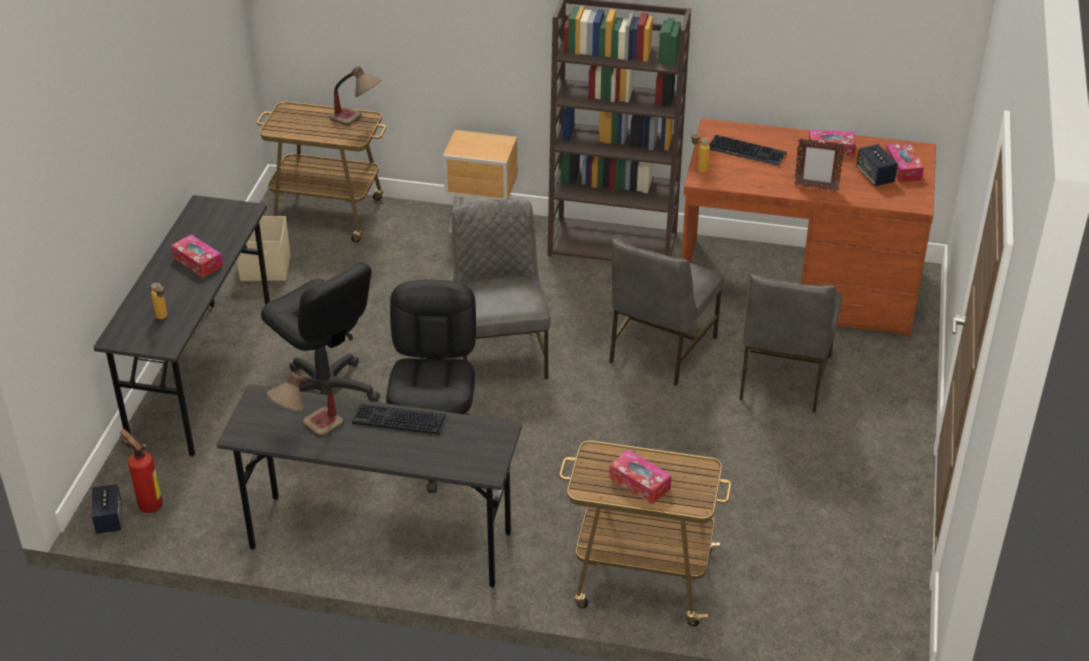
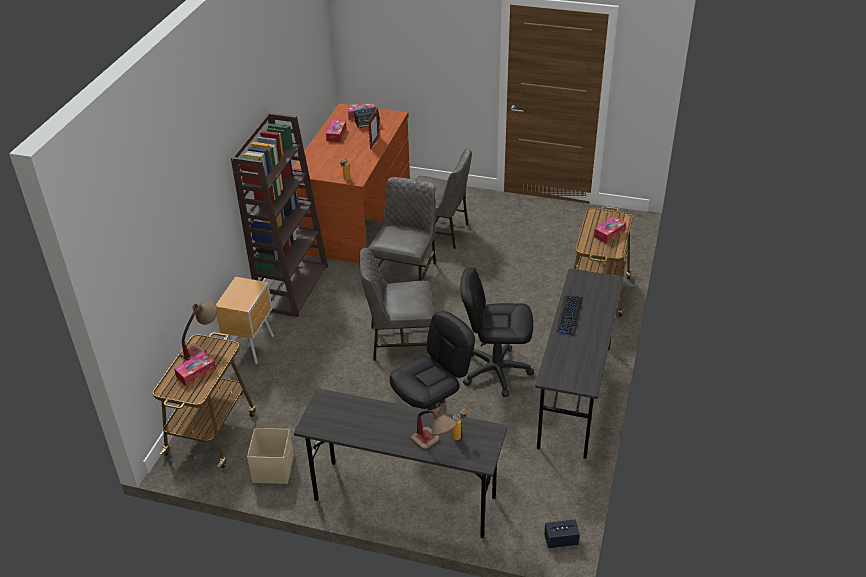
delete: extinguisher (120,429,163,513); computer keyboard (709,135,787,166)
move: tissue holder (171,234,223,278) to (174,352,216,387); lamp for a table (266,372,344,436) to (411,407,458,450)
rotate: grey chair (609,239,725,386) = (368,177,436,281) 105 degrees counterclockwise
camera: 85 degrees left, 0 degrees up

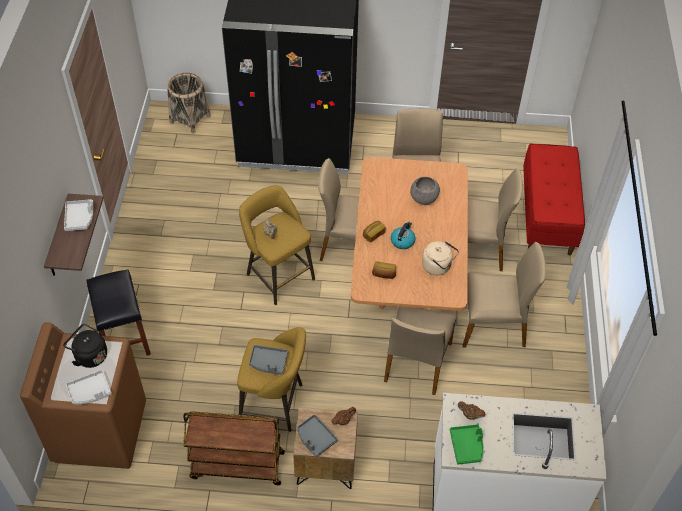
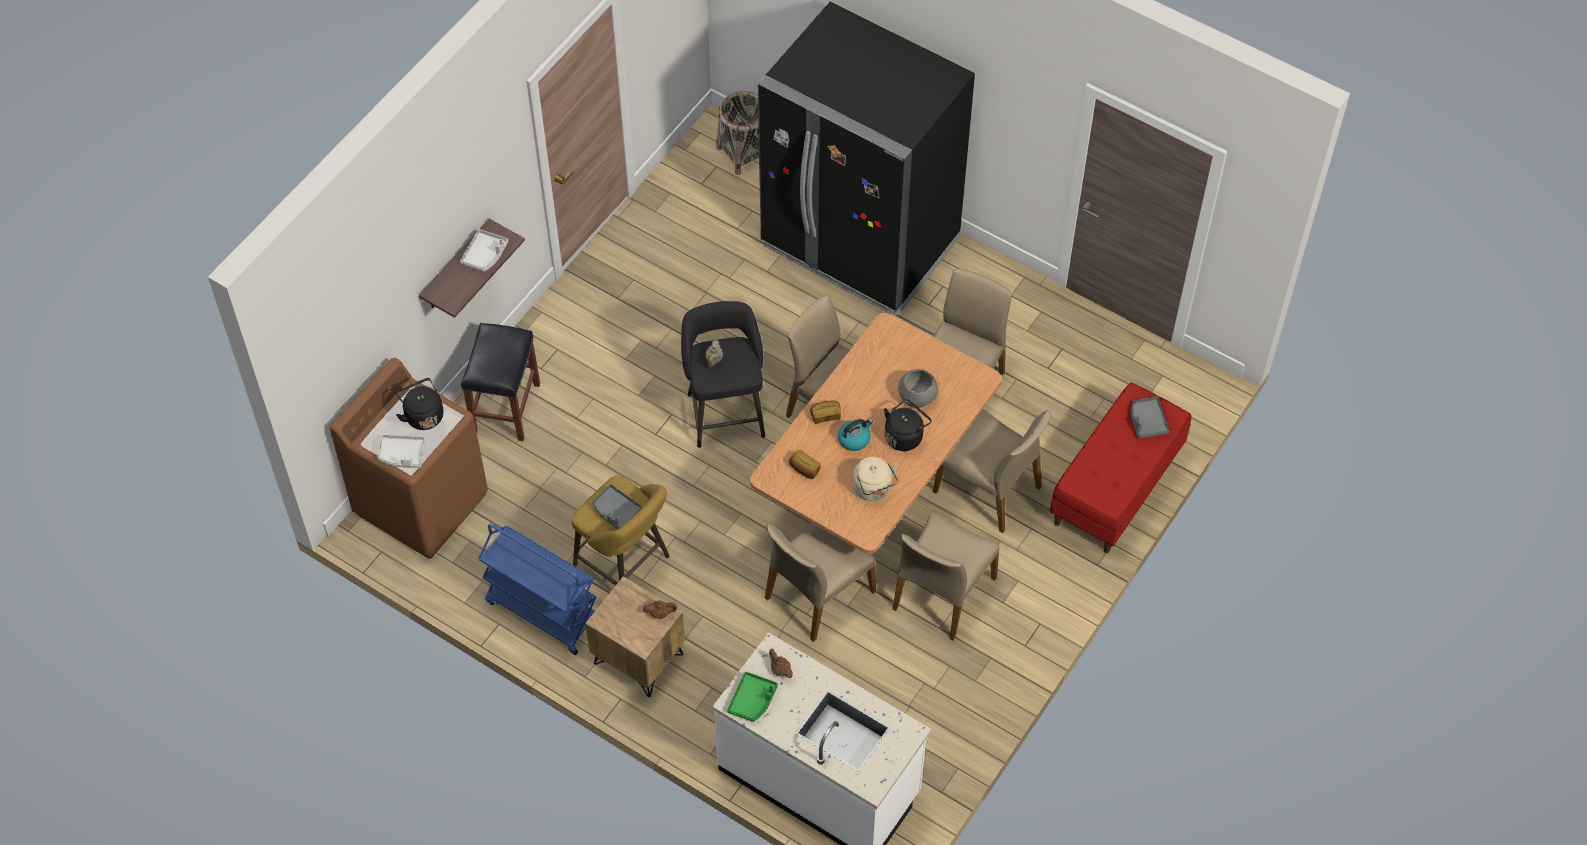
insert: black kettle (884,399,932,451)
move: grey carrying tray (297,414,338,457) to (1131,396,1170,439)
recolor: brown-coloured wheeled cart (183,411,285,485) to blue wheeled cart (478,523,597,655); yellow-coloured stool seat (239,185,315,305) to black stool seat (681,301,765,448)
rotate: beige chair (463,242,546,348) = (892,512,999,640) 90 degrees clockwise
camera: 30 degrees right, 5 degrees up

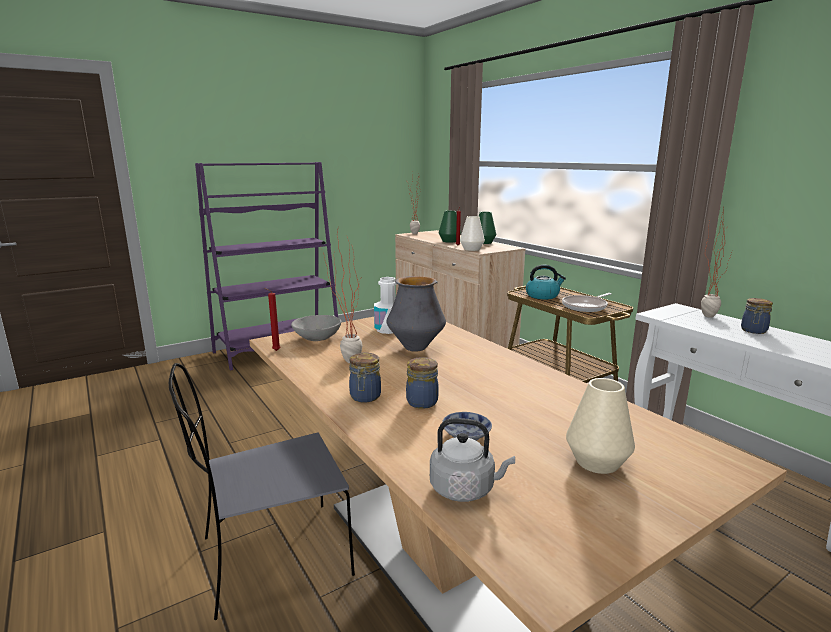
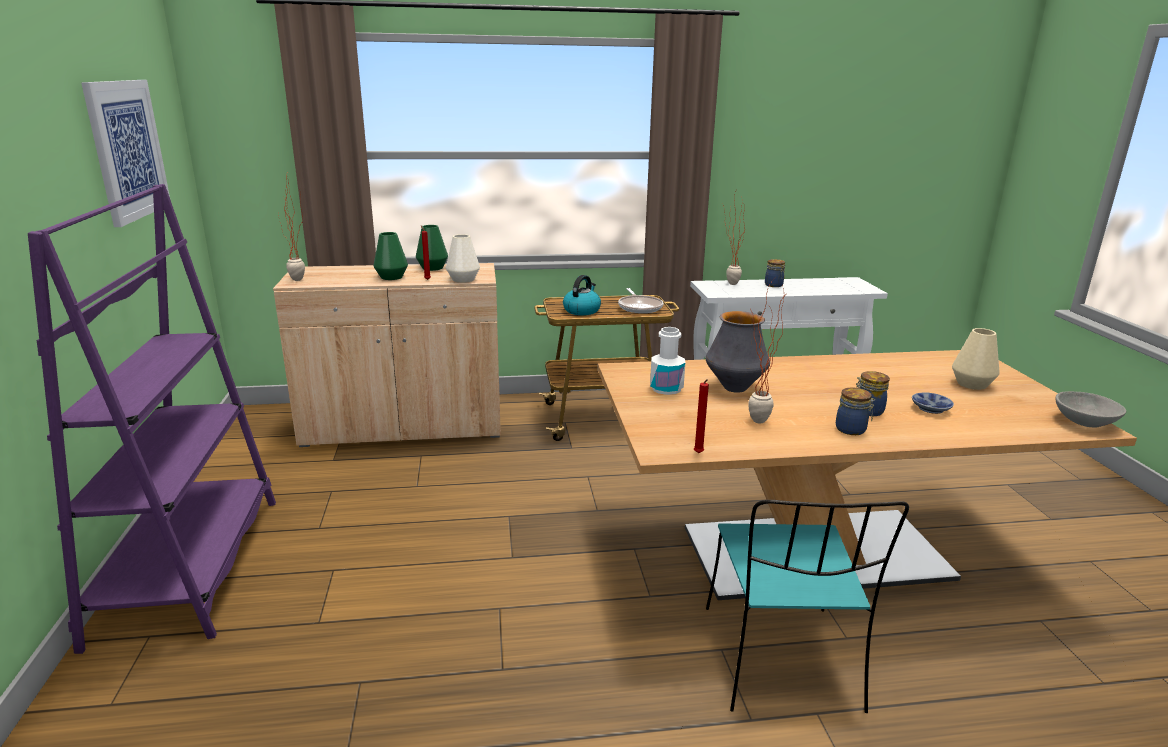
delete: grey kettle (430,418,515,502)
insert: picture (81,80,170,227)
move: grey serving bowl (291,315,342,341) to (1056,391,1126,427)
recolor: grey chair (169,363,355,620) to turquoise-coloured chair (706,500,909,713)
camera: 65 degrees left, 5 degrees up

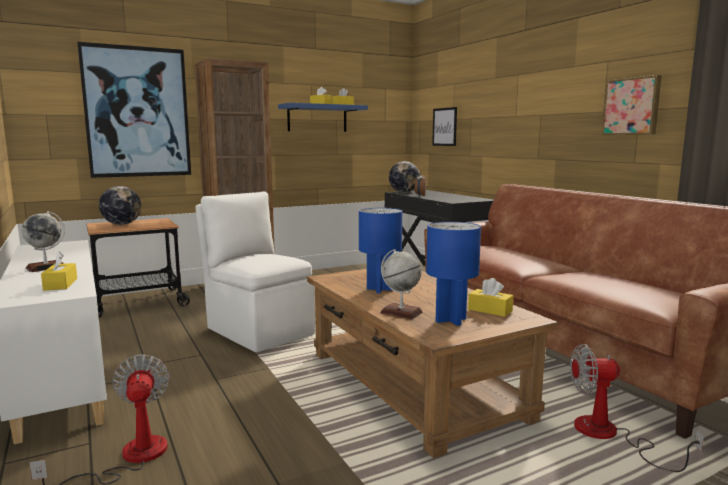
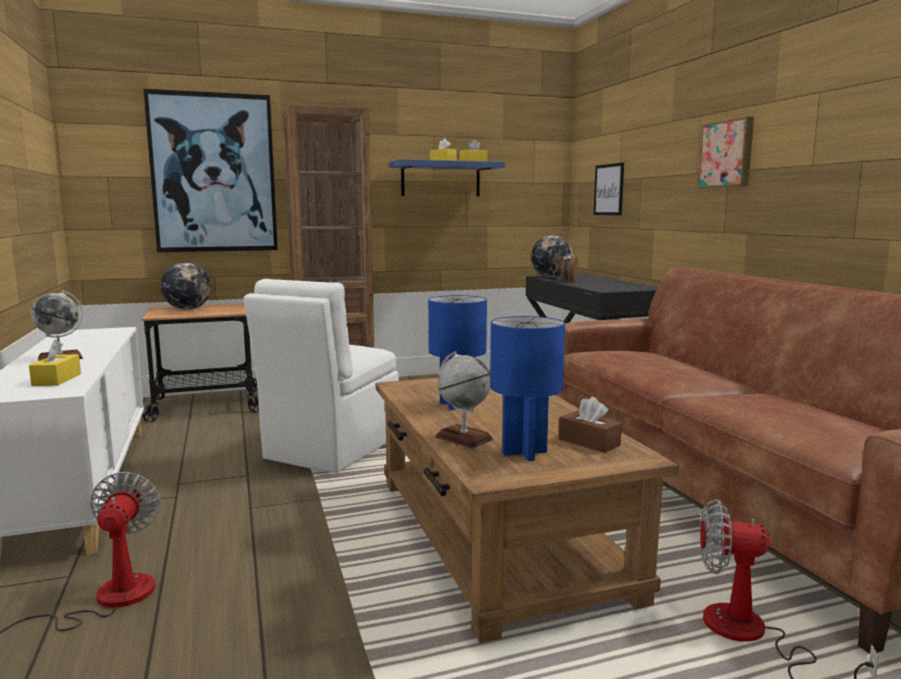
move: picture (602,75,662,135) to (697,116,754,188)
recolor: yellow-coloured tissue holder (468,278,513,317) to brown-coloured tissue holder (559,397,622,453)
rotate: white chair (195,191,315,352) = (243,279,399,473) 120 degrees counterclockwise
camera: 10 degrees right, 0 degrees up

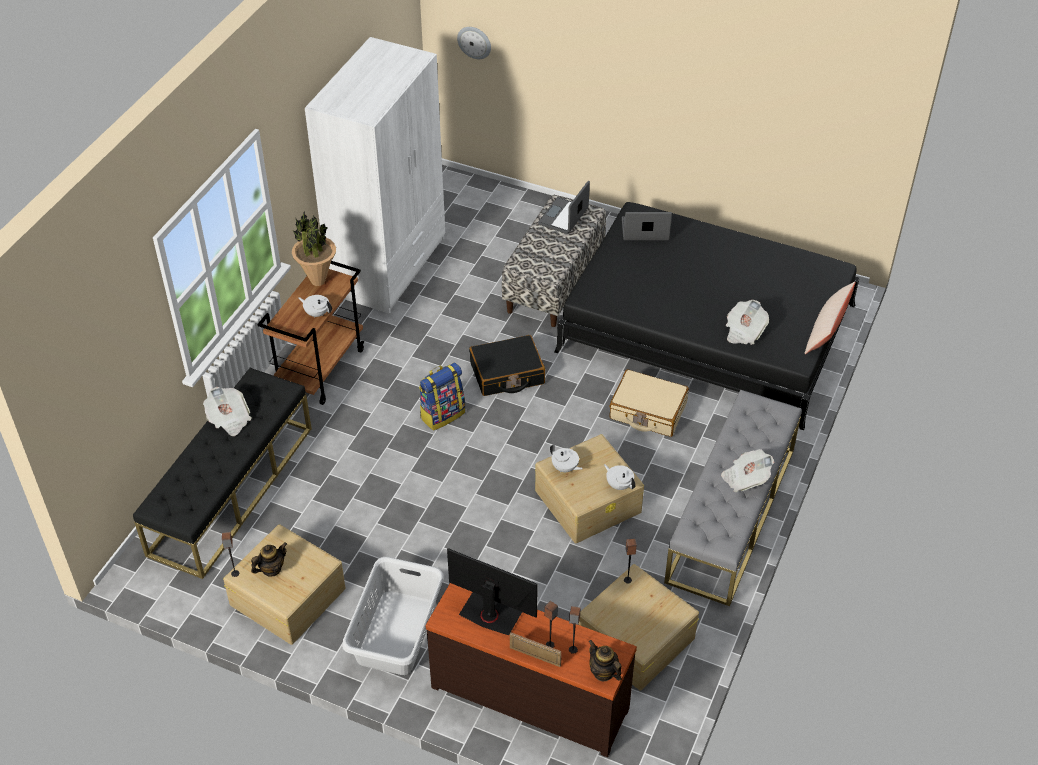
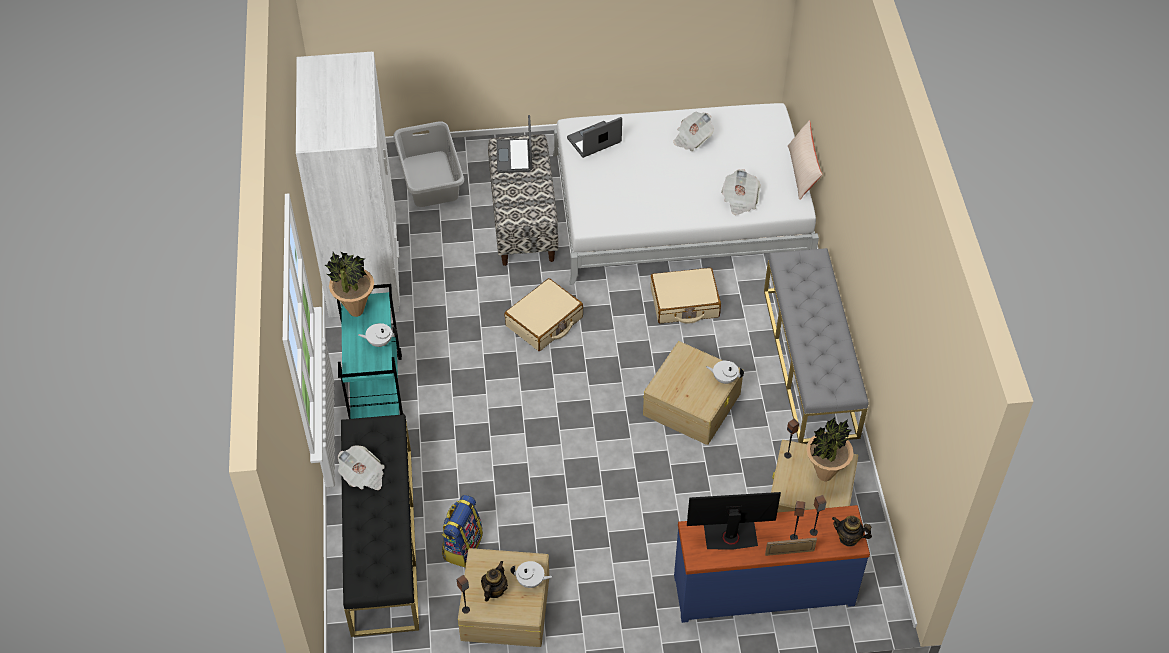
delete: wall clock (457,27,491,59)
insert: houseplant (806,417,854,481)
move: grey laundry basket (342,557,444,675) to (393,121,464,207); backpack (419,363,465,431) to (441,495,483,567); white teapot (550,445,583,472) to (510,561,552,588); printed paper (721,449,774,492) to (673,112,714,151)
recolor: brown-coloured wheeled cart (257,261,364,405) to turquoise-coloured wheeled cart (337,284,403,419); brown-coloured chest of drawers (425,583,637,757) to blue chest of drawers (674,505,870,623); black travel case (469,335,545,396) to beige travel case (505,278,583,351); black bedroom bed (554,202,859,430) to white bedroom bed (553,103,819,285)
camera: 30 degrees left, 5 degrees up

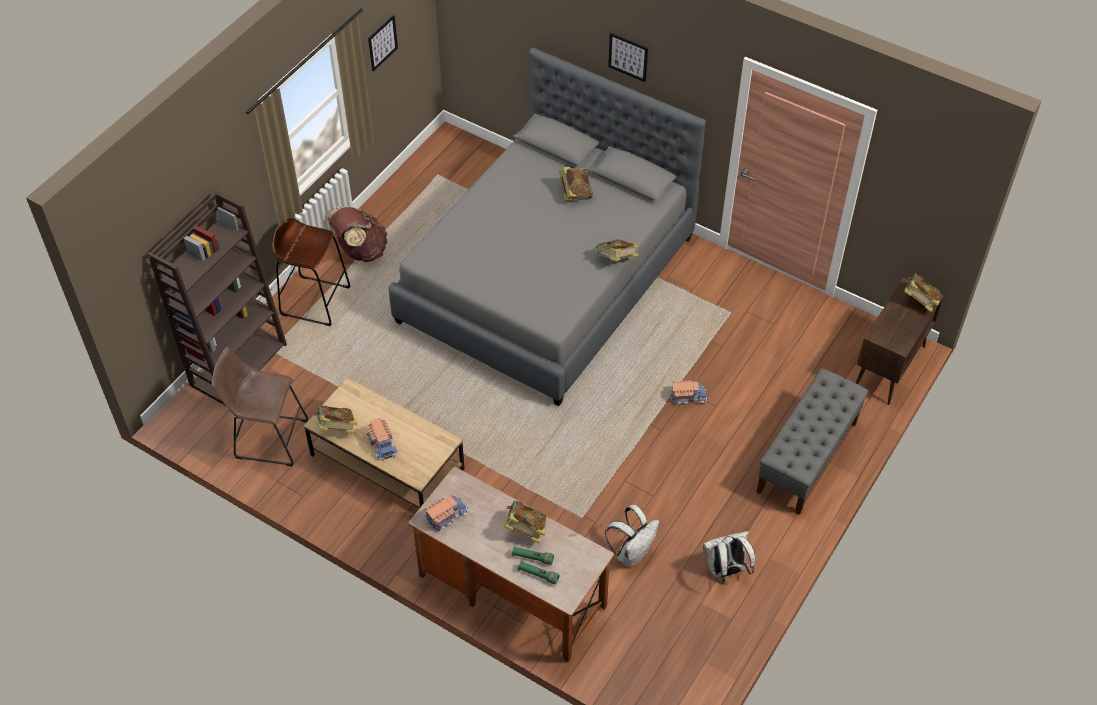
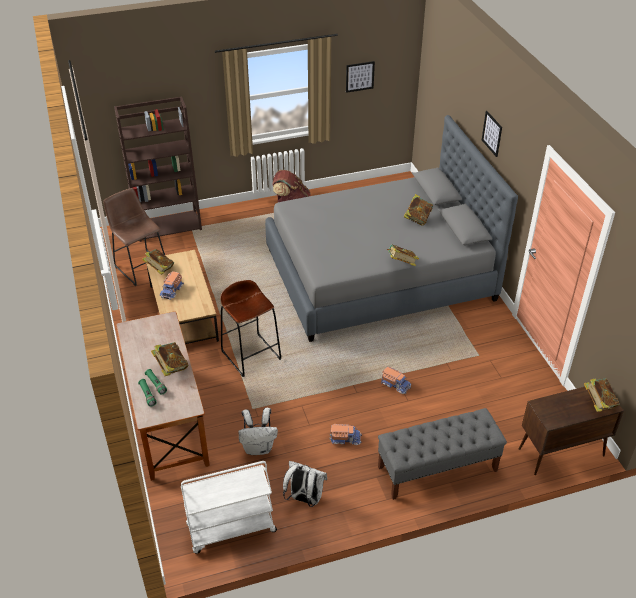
insert: white wheeled cart (181,461,277,554)
move: brown-coloured stool seat (272,218,351,326) to (220,280,281,377); model truck (425,495,469,531) to (329,424,362,445)
camera: 40 degrees right, 10 degrees down

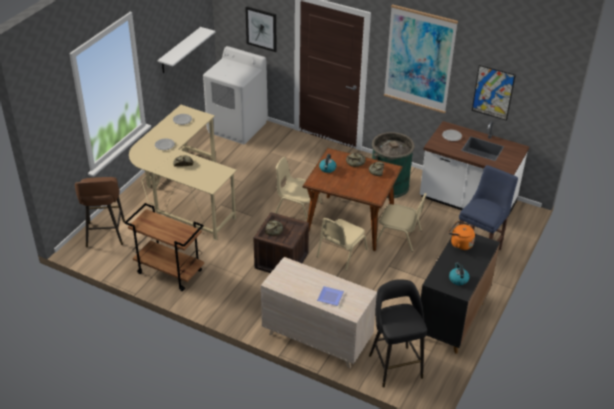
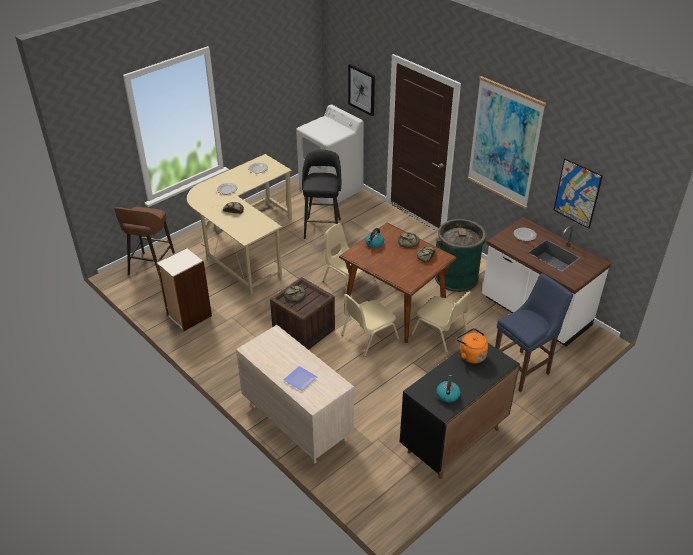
delete: white shelf (157,27,215,73)
move: black stool seat (369,279,427,387) to (302,150,341,239)
replace: brown-coloured wheeled cart (124,203,204,291) to bookcase (156,248,212,332)
camera: 20 degrees right, 0 degrees up

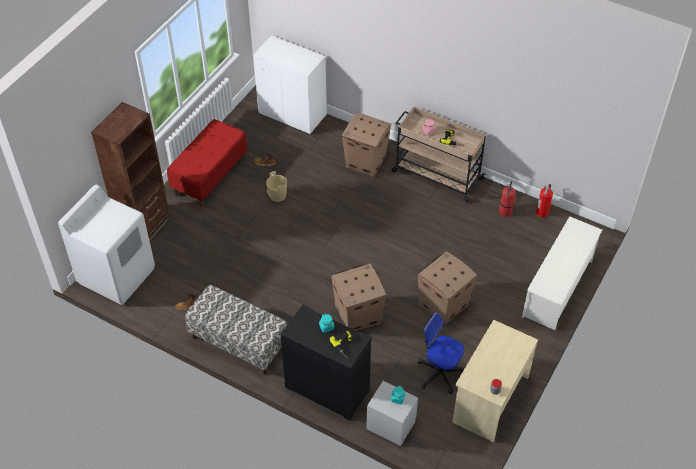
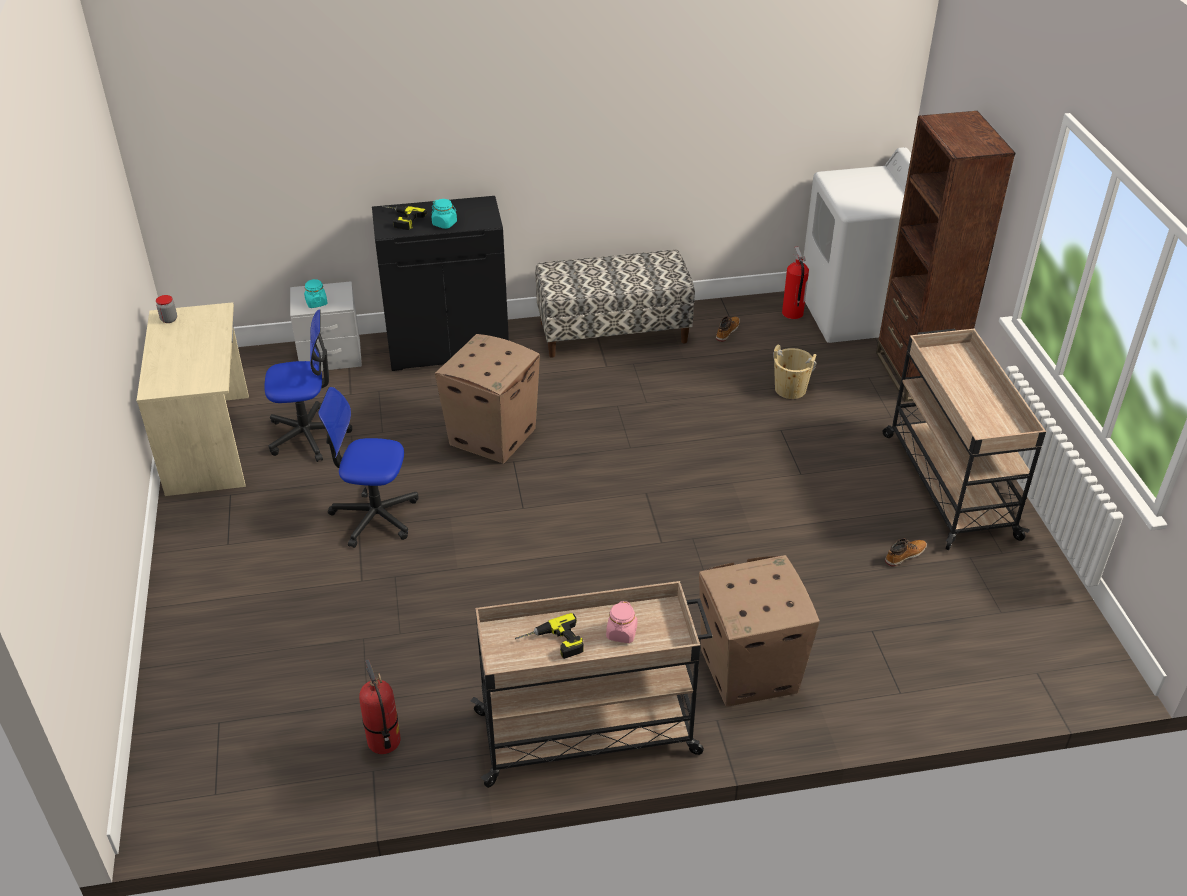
delete: white storage cabinet (253,35,327,134); white shoe rack (522,216,602,330)
move: beige water bucket (266,171,287,202) to (773,344,816,399); extinguisher (536,184,553,217) to (782,247,809,319)
replace: red indoor bench (167,119,247,208) to beige wheeled cart (883,329,1046,550); packing box (418,251,477,324) to desk chair (318,387,419,548)
camera: 140 degrees right, 10 degrees down

